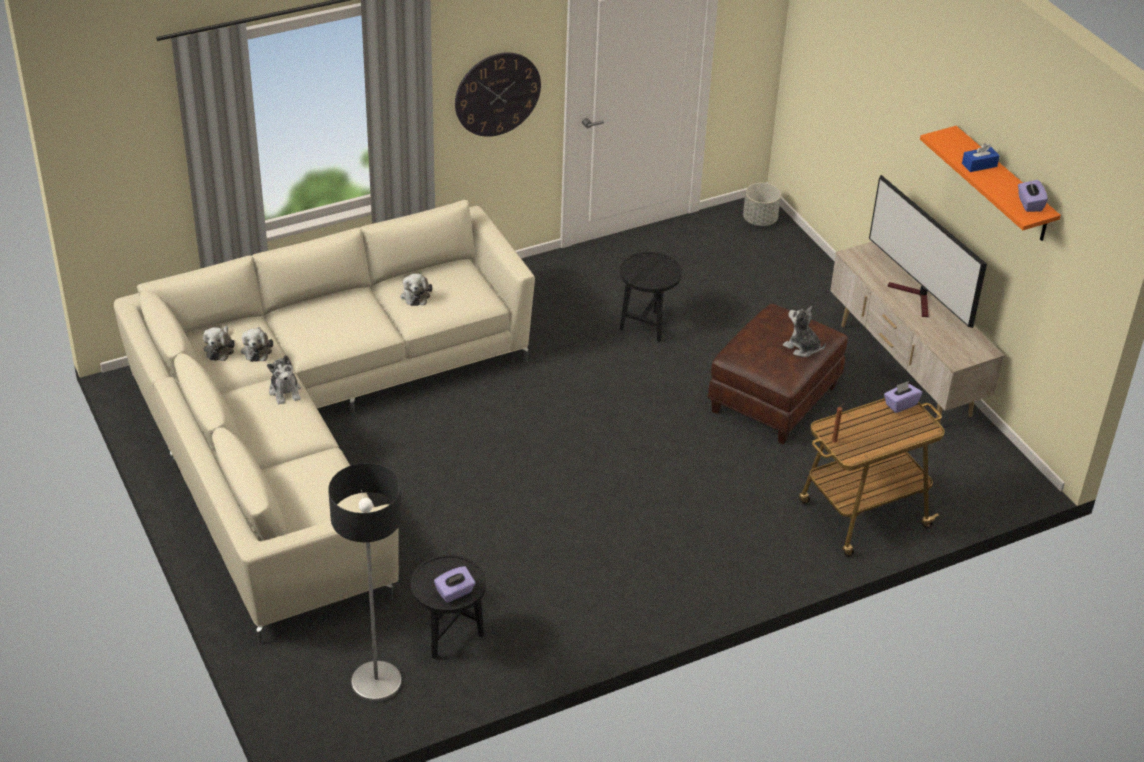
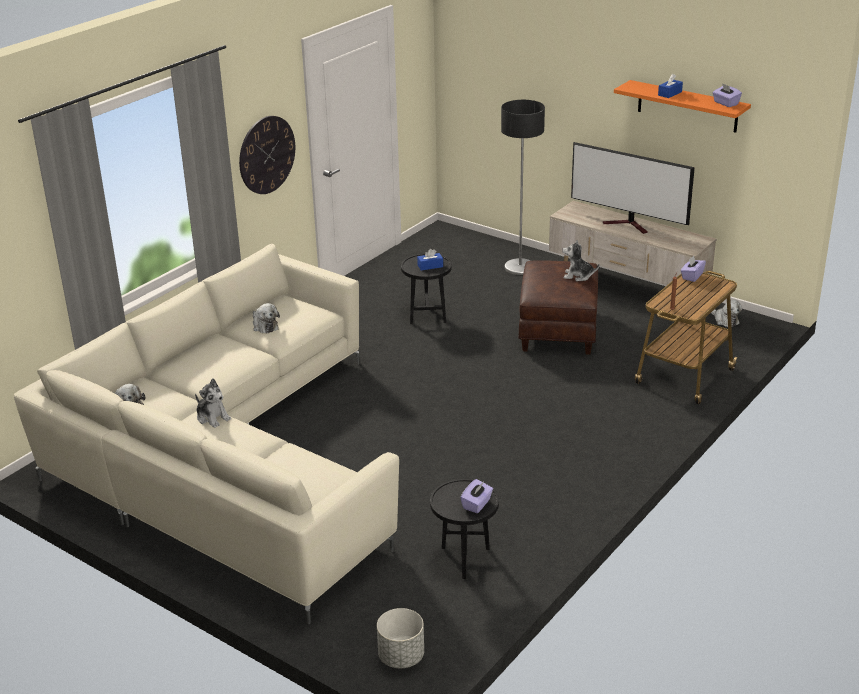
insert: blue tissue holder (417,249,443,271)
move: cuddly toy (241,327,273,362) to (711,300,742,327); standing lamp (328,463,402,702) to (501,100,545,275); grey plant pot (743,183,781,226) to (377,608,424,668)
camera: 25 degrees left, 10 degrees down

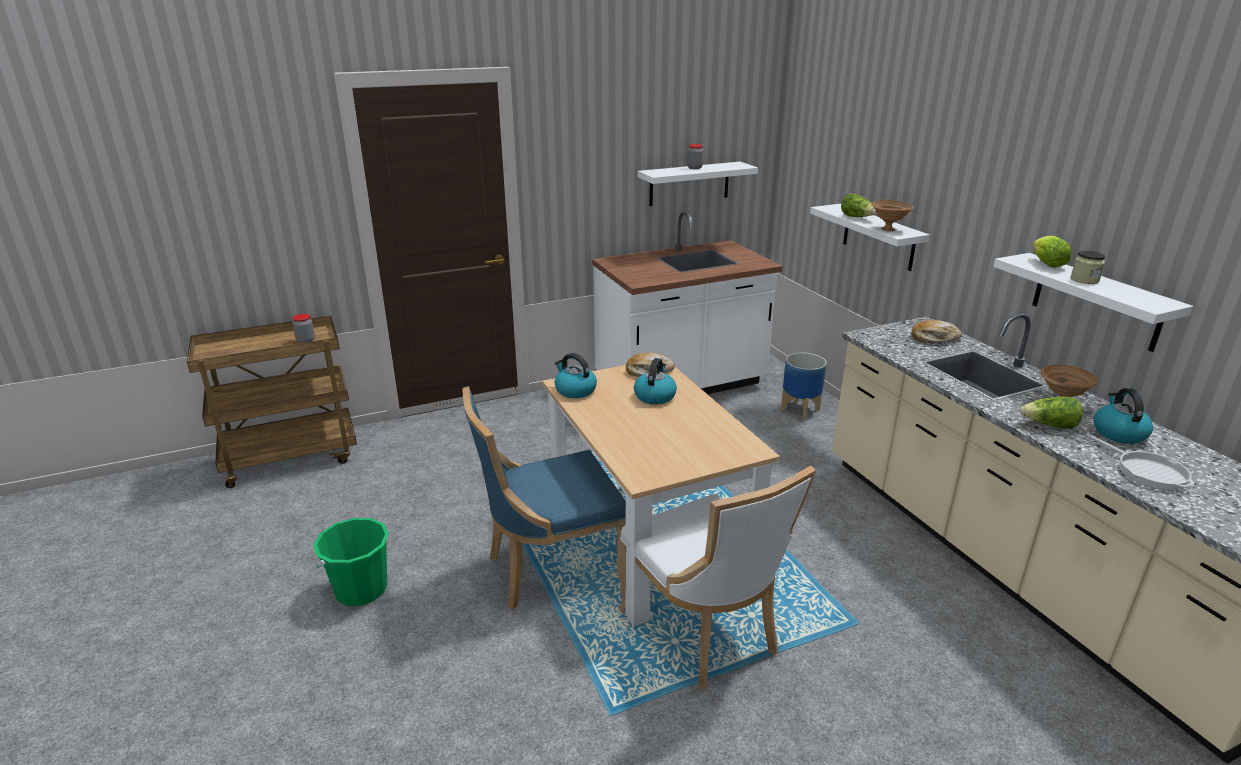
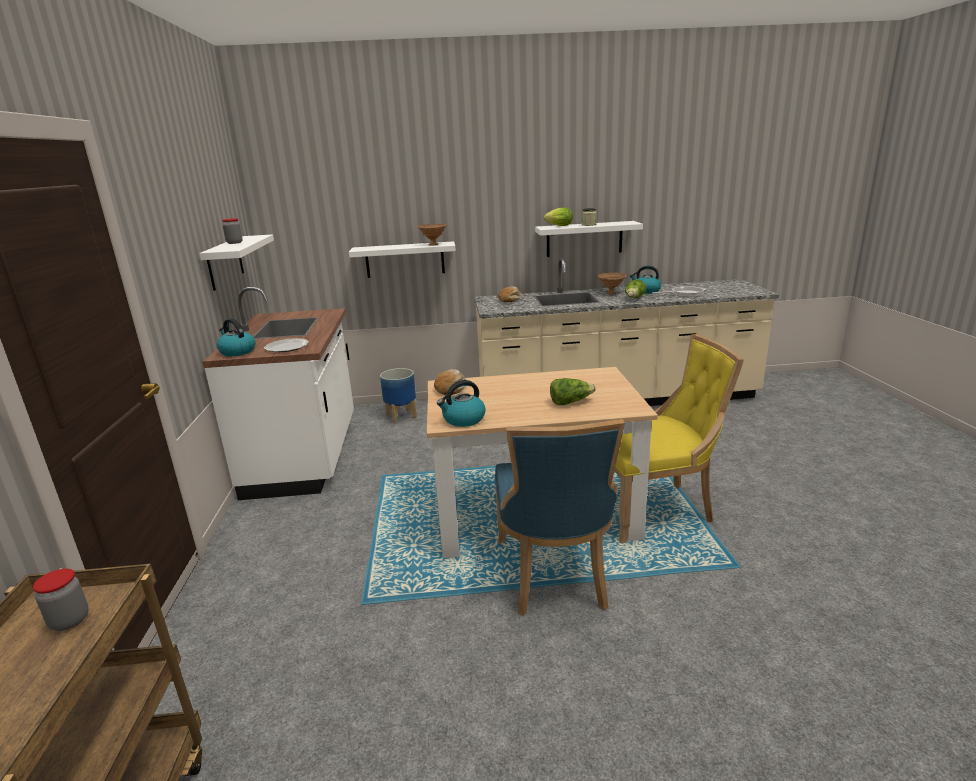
delete: green water bucket (313,518,389,606)
insert: plate (264,338,309,352)
move: kettle (634,358,677,405) to (217,318,255,356); lettuce head (841,193,876,217) to (550,378,596,405)
recolor: white chair (619,466,816,690) to yellow-coloured chair (614,334,744,544)
camera: 70 degrees left, 5 degrees down

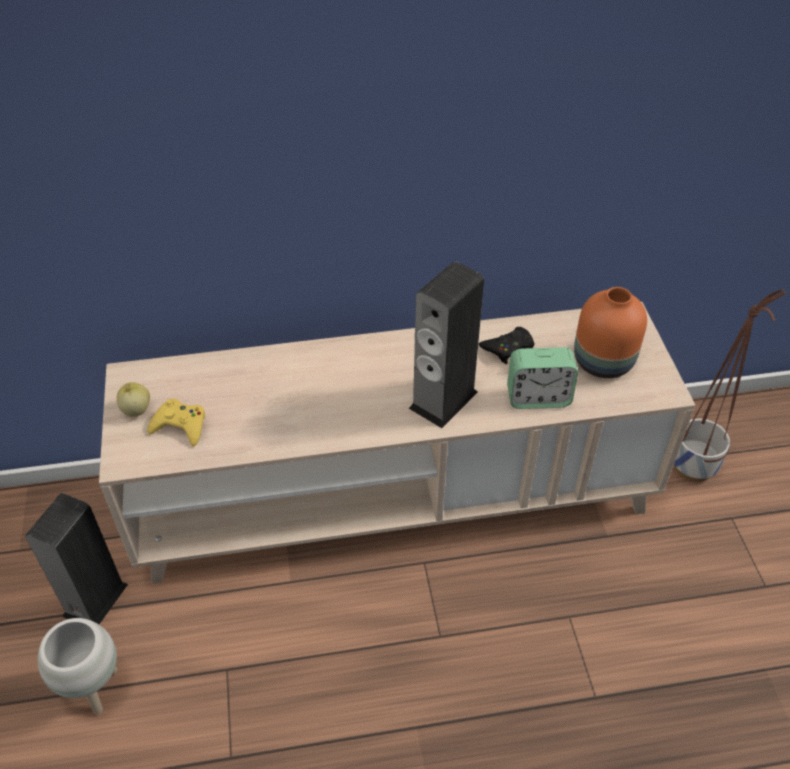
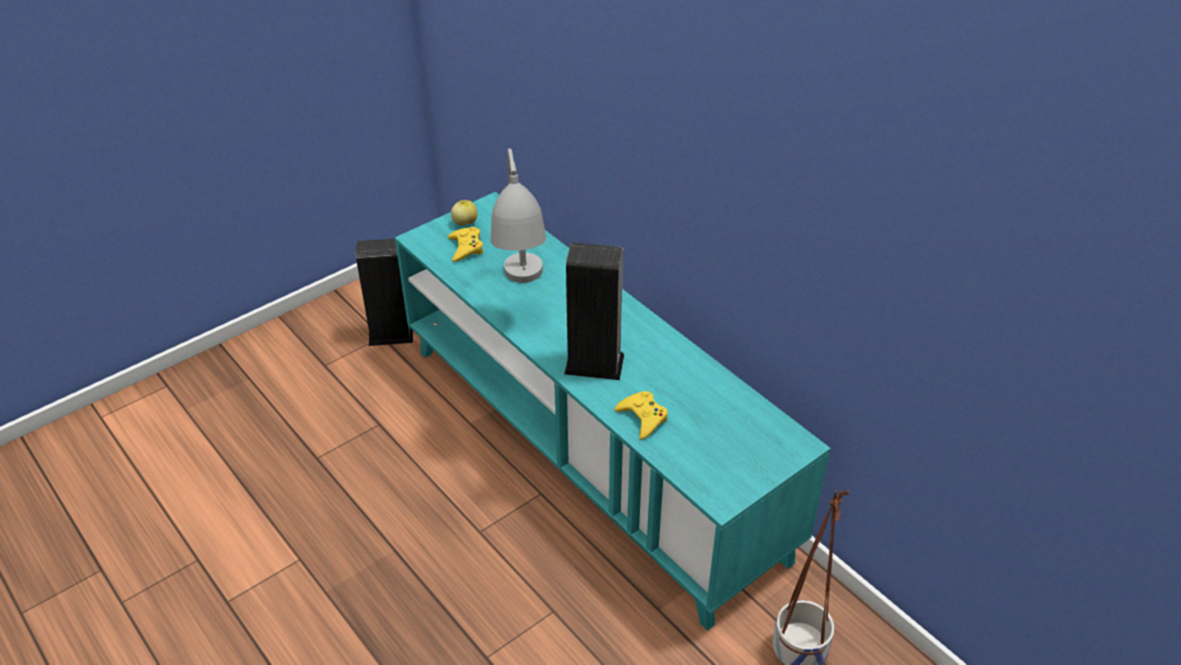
delete: white plant pot (38,618,117,714); black gamepad (479,327,534,364); orange vase (574,287,647,378)
insert: grey lamp for a table (491,148,546,283)
replace: table clock (507,347,578,409) to yellow-coloured gamepad (614,391,668,440)
recolor: beige media console (99,302,695,584) to turquoise-coloured media console (395,192,831,631)
camera: 60 degrees right, 5 degrees down

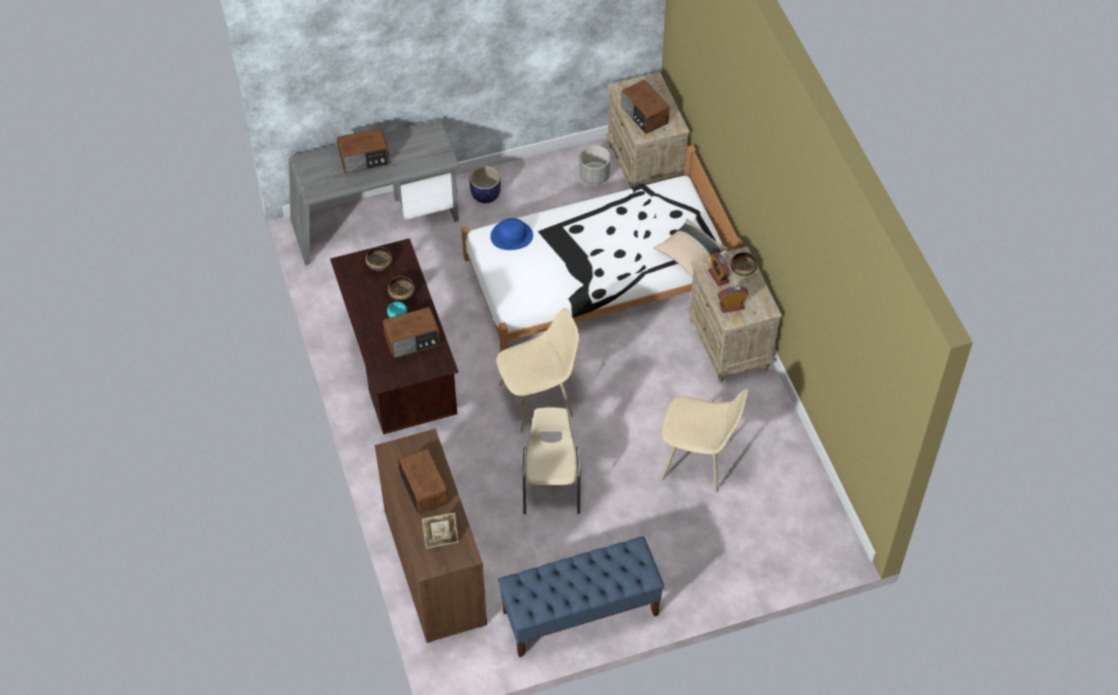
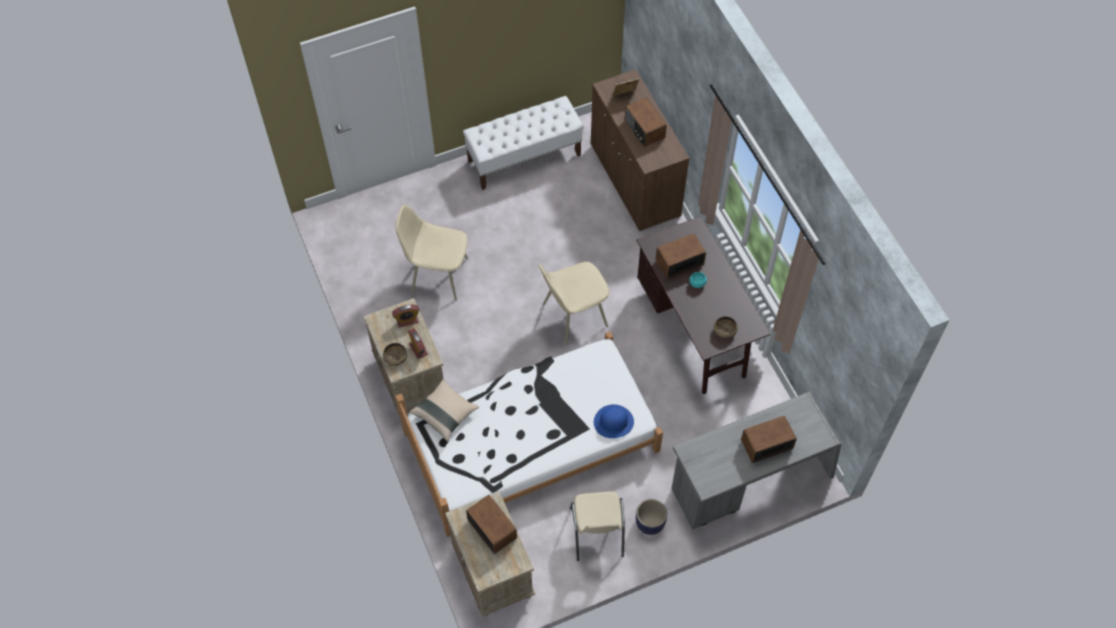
delete: serving bowl (388,276,415,301); grey plant pot (579,146,610,185)
move: beige chair (523,407,580,514) to (570,491,625,561)
recolor: blue indoor bench (498,536,664,657) to white indoor bench (463,96,584,190)
camera: 175 degrees right, 5 degrees up

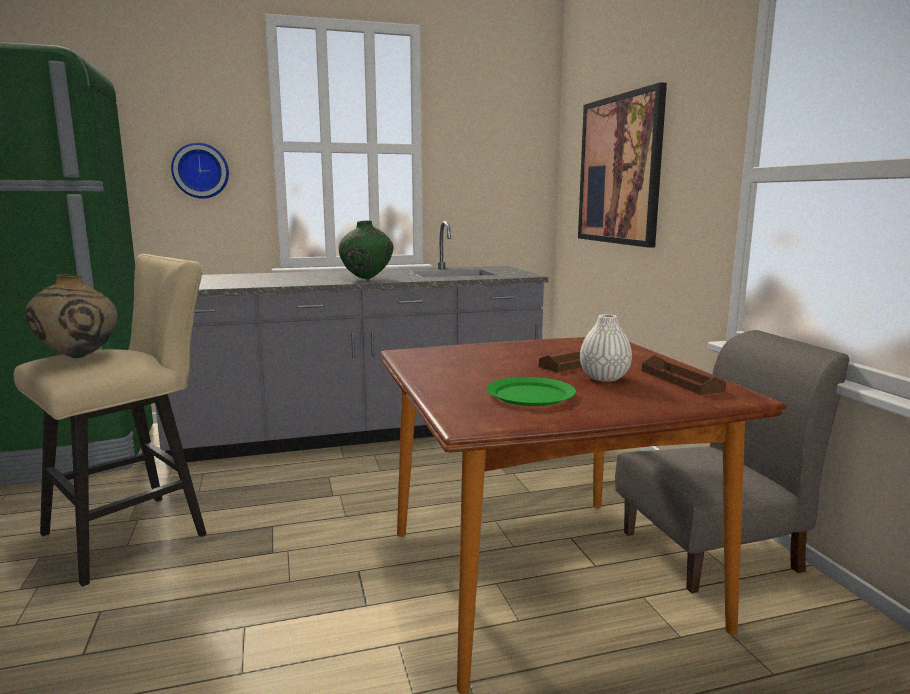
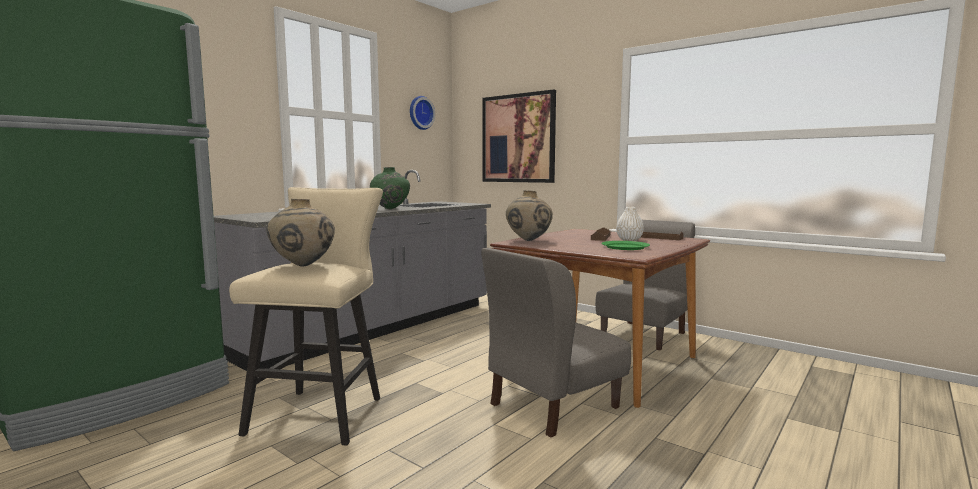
insert: grey chair (481,248,631,437); beige vase (506,190,553,241)
move: wall clock (171,143,229,199) to (410,96,435,130)
camera: 35 degrees left, 5 degrees down

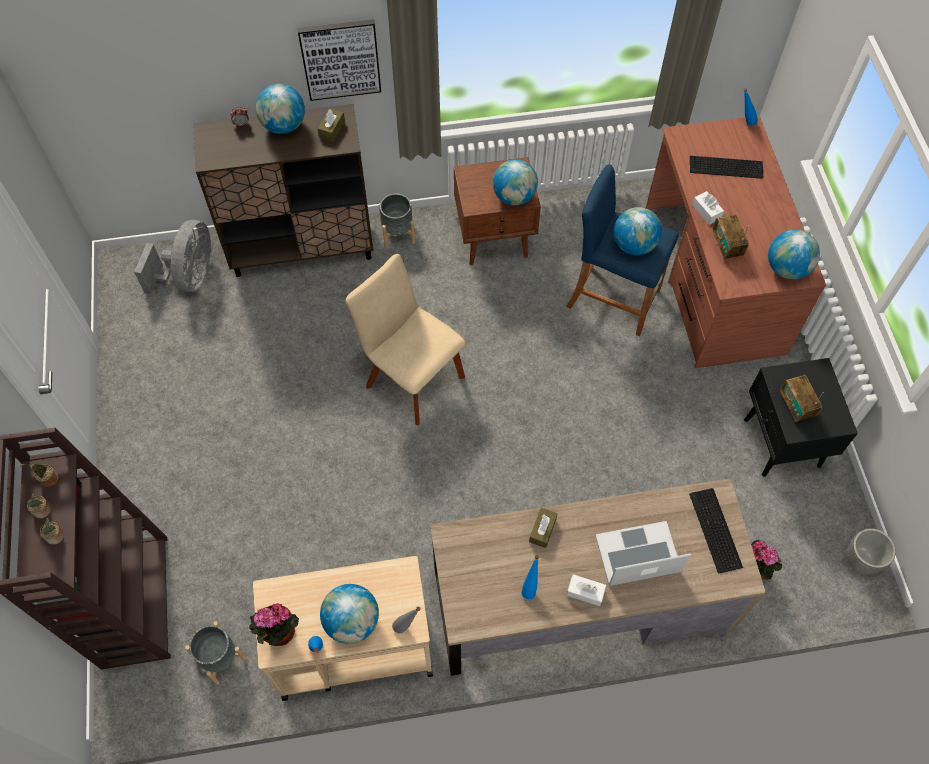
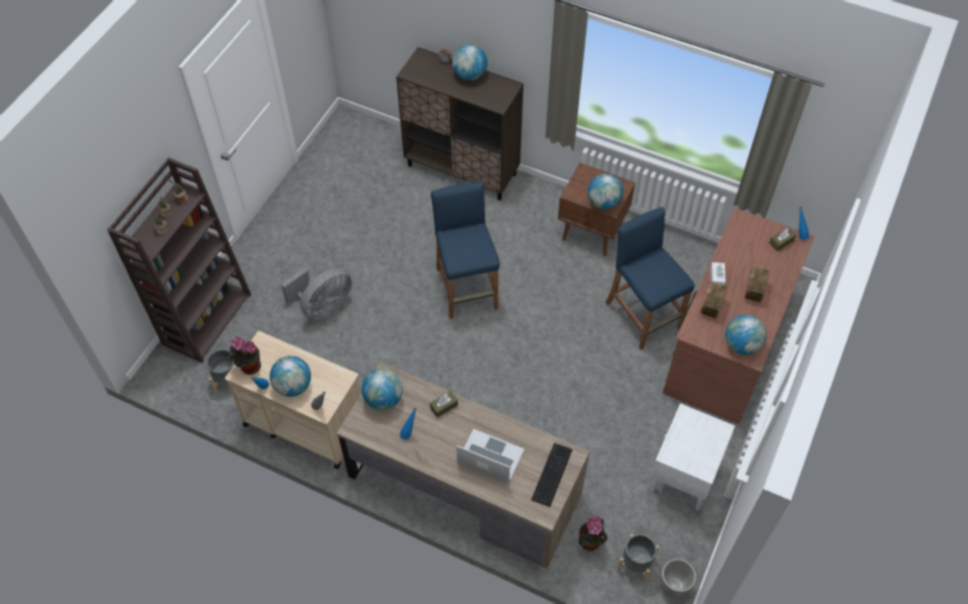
delete: picture (297,19,381,101); white tissue holder (567,574,606,606); computer keyboard (690,156,763,179)
move: grey cooling fan (134,220,211,294) to (281,268,352,320); brown-coloured tissue holder (318,108,345,142) to (769,227,796,251); grey plant pot (379,193,415,248) to (617,534,659,583); world globe (614,207,662,255) to (362,369,403,410); radio set (780,375,824,422) to (745,266,769,303)
replace: beige chair (346,254,466,425) to blue stool seat (431,182,500,319)
recolor: black night table (744,358,858,477) to white night table (650,403,735,510)
camera: 35 degrees right, 5 degrees down

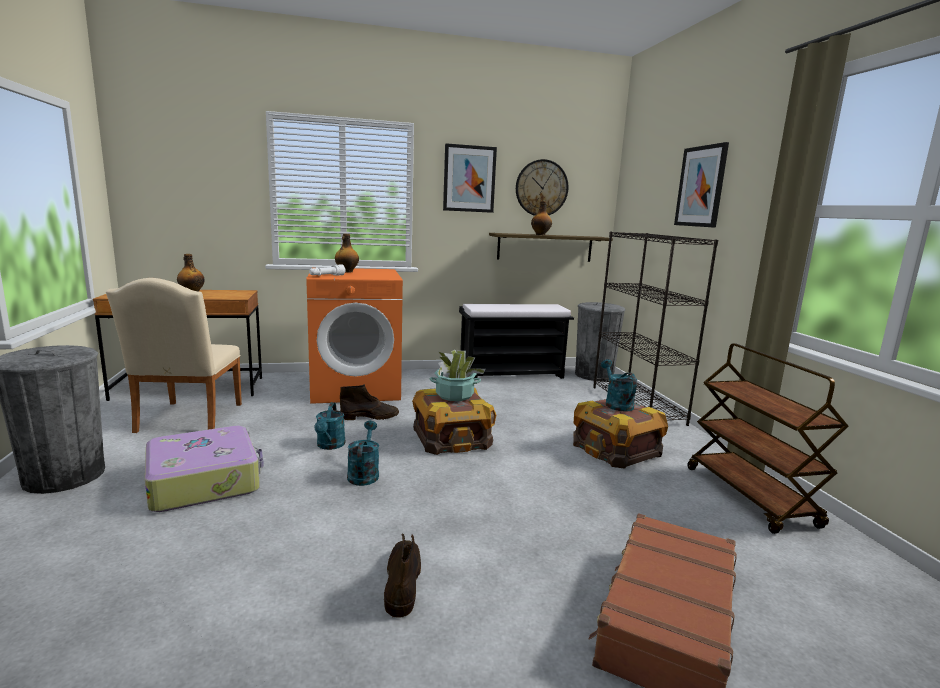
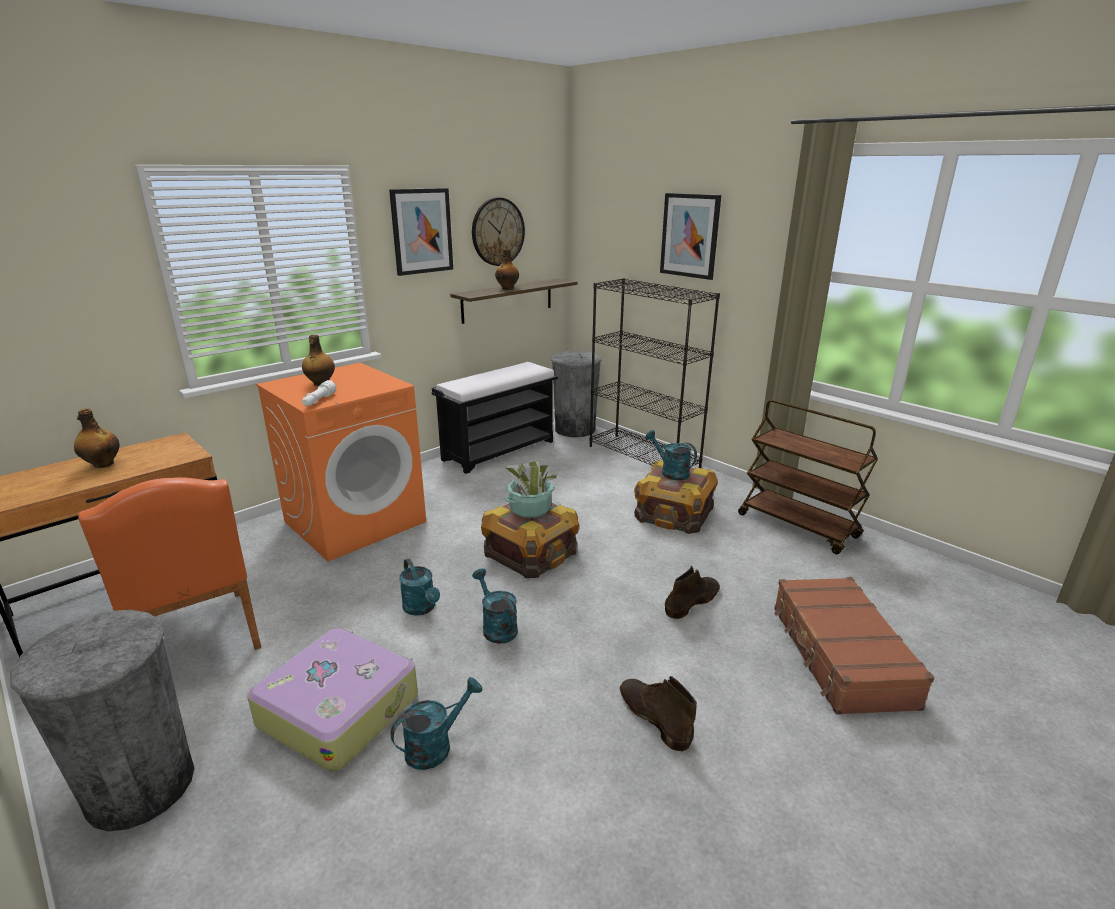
insert: turquoise-coloured watering pot (391,677,483,770)
move: brown-coloured high-top boot (340,384,399,420) to (665,566,720,619)
recolor: beige chair (106,278,242,433) to orange chair (78,477,261,650)
camera: 30 degrees left, 10 degrees up

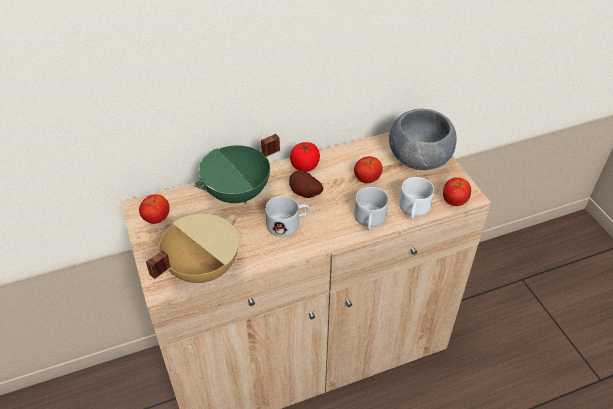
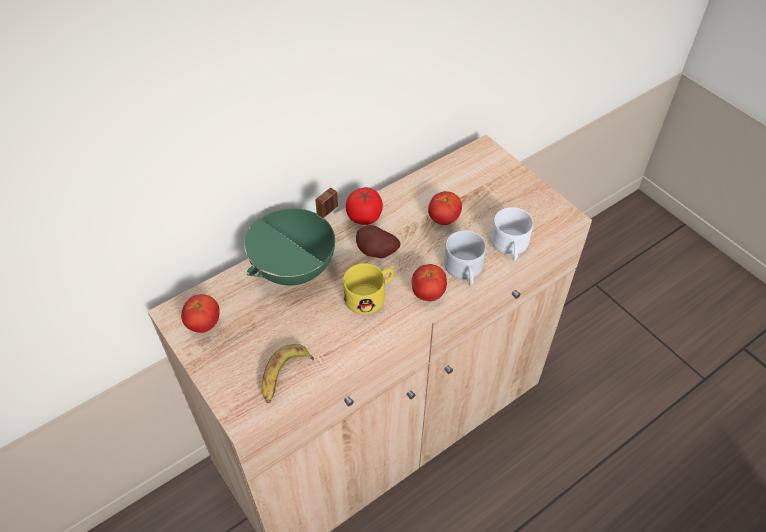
delete: grey serving bowl (389,109,457,170)
move: tomato (443,177,471,206) to (412,264,447,301)
replace: beige stockpot (146,214,239,283) to banana fruit (262,344,314,403)
recolor: white tea mug (265,196,310,237) to yellow-coloured tea mug (343,263,394,314)
camera: 15 degrees left, 5 degrees up

